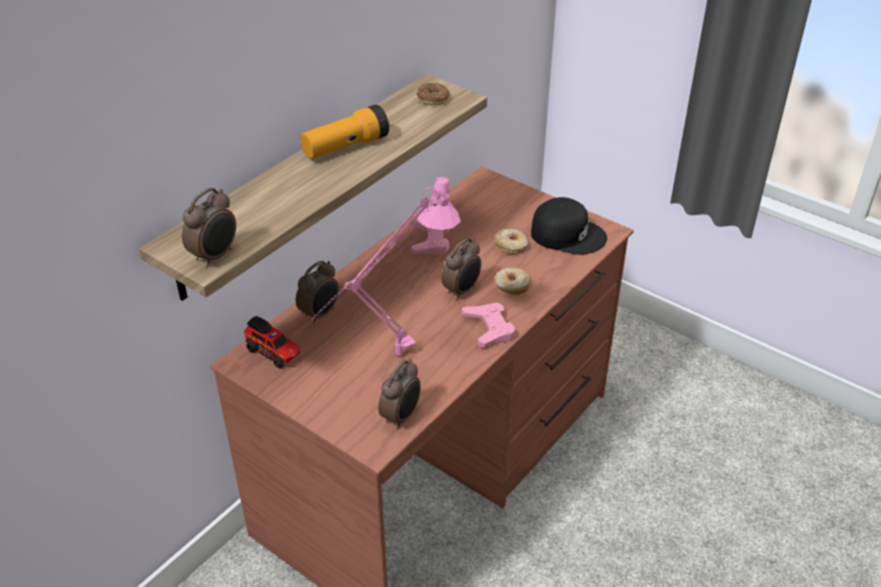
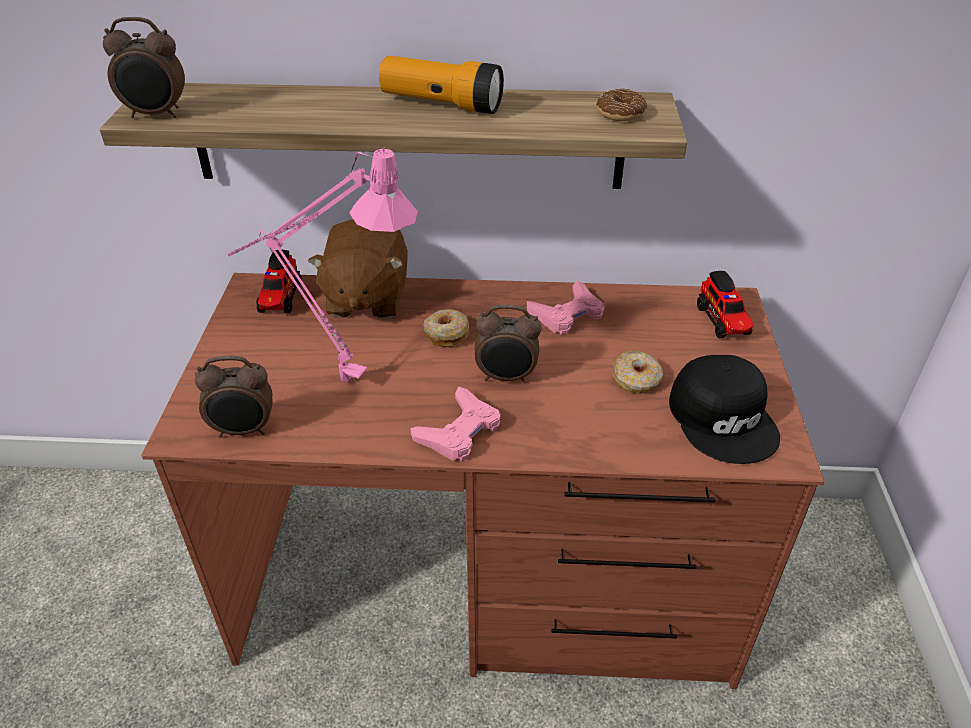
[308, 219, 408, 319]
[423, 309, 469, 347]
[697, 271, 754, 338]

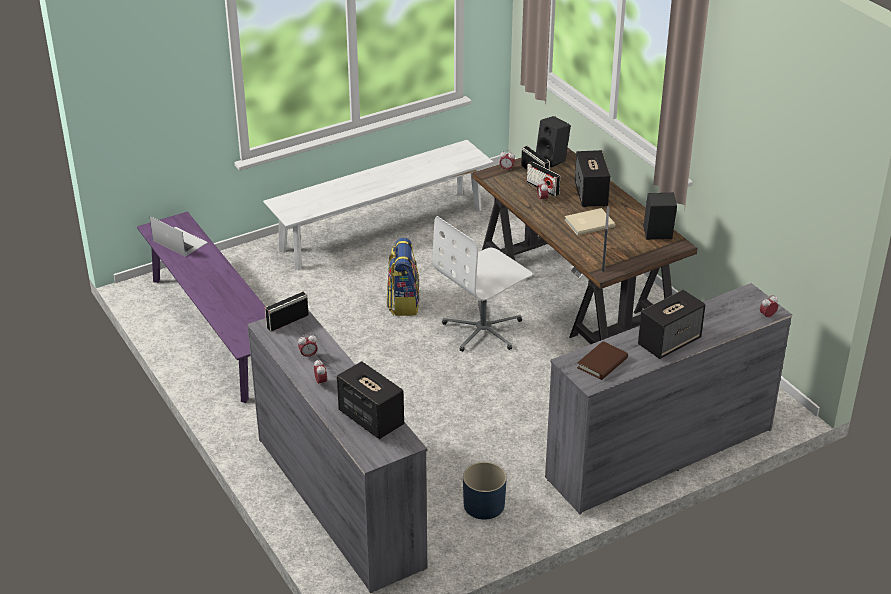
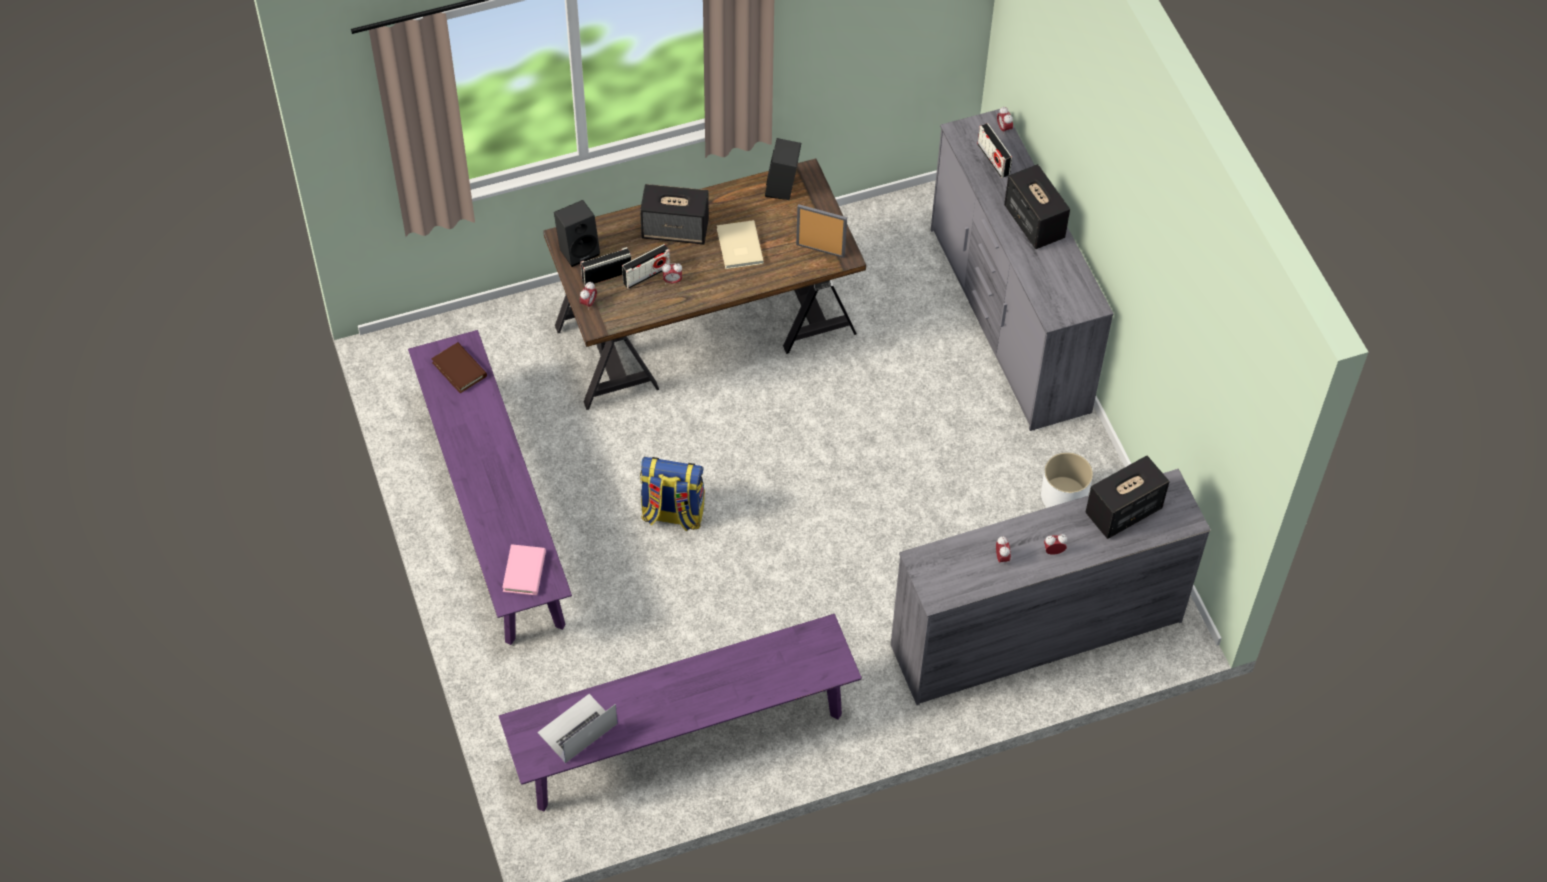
[408, 330, 572, 645]
[977, 123, 1012, 178]
[433, 216, 533, 352] (first image)
[1041, 452, 1093, 508]
[431, 342, 487, 393]
[502, 544, 546, 595]

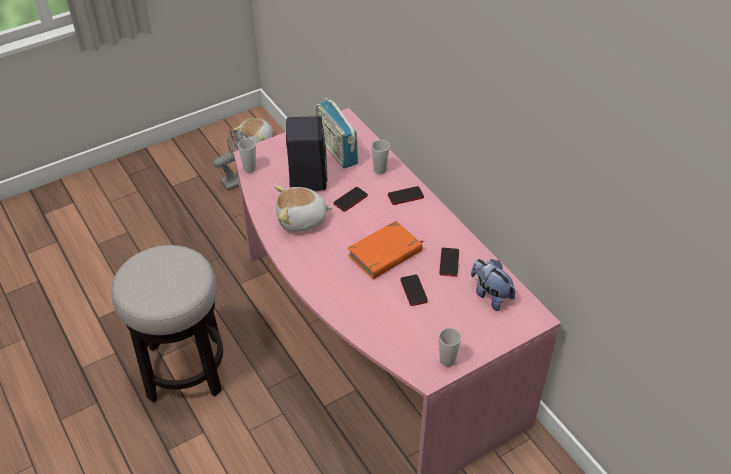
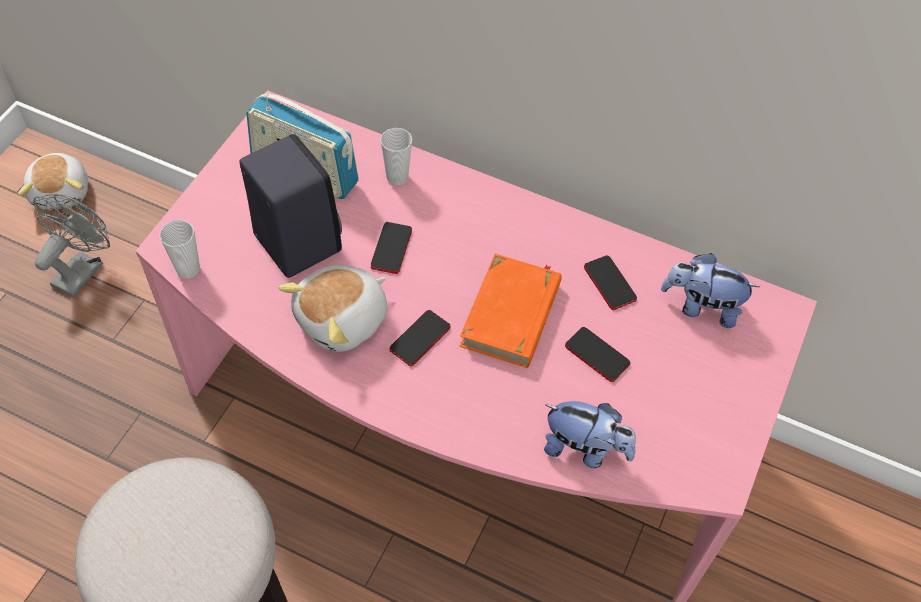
[389, 310, 451, 366]
[439, 328, 461, 367] (first image)
[544, 401, 636, 468]

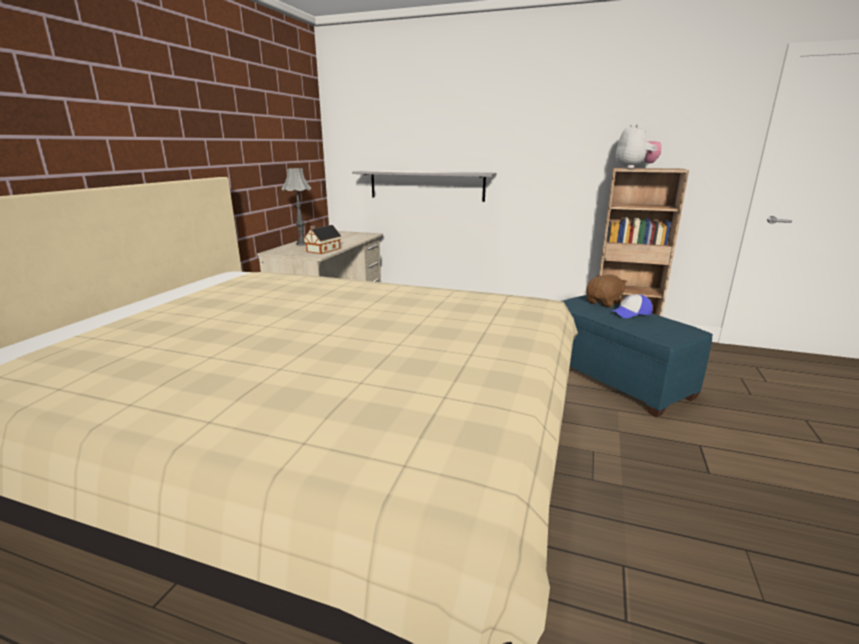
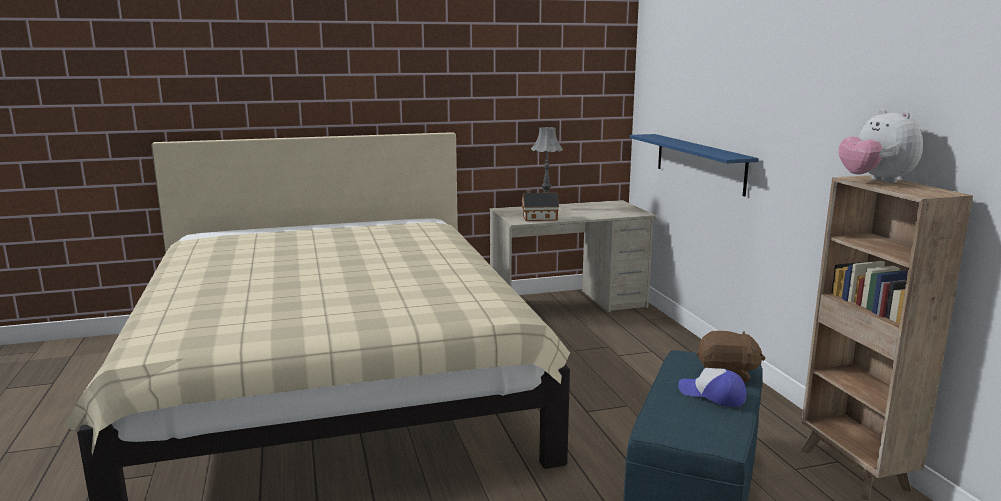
[629, 134, 759, 196]
[838, 109, 923, 183]

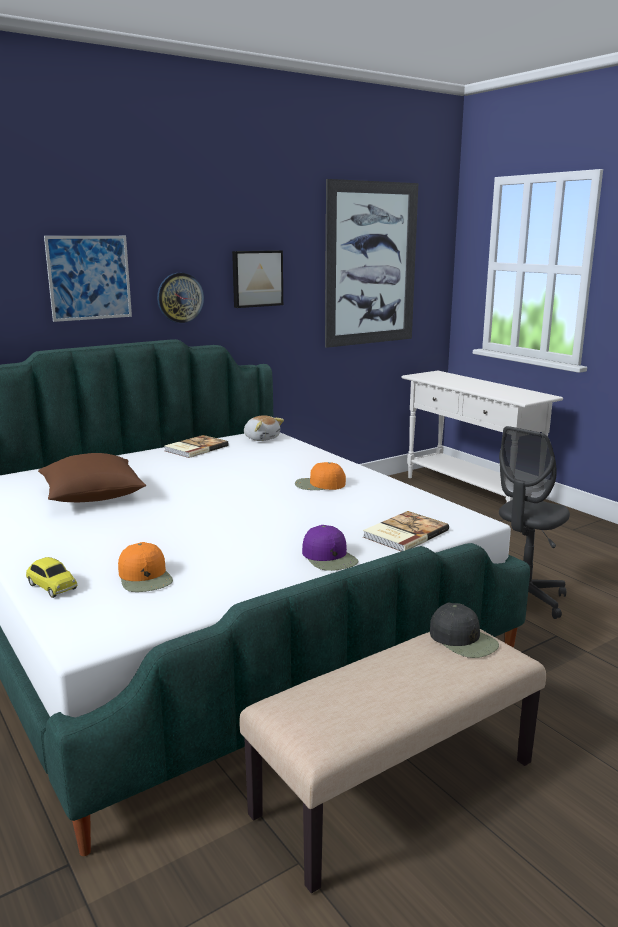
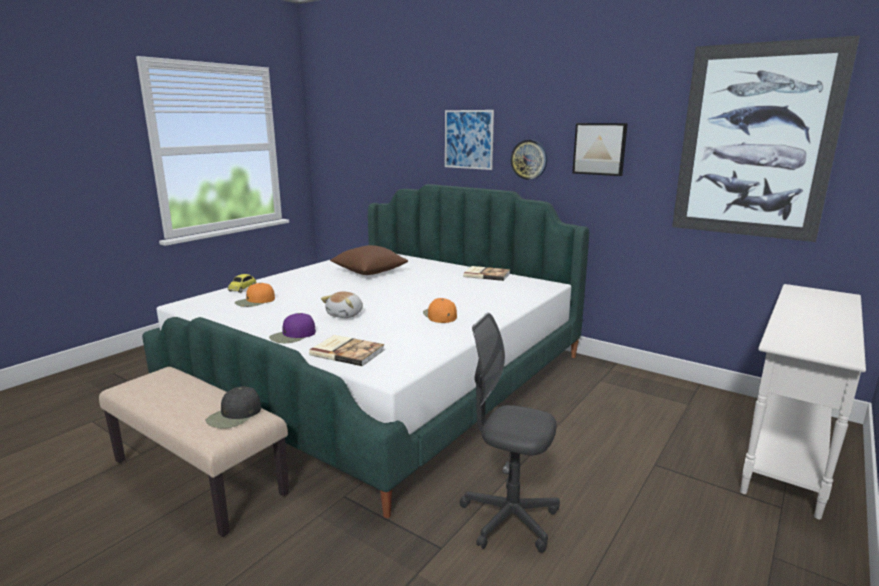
[321, 292, 363, 318]

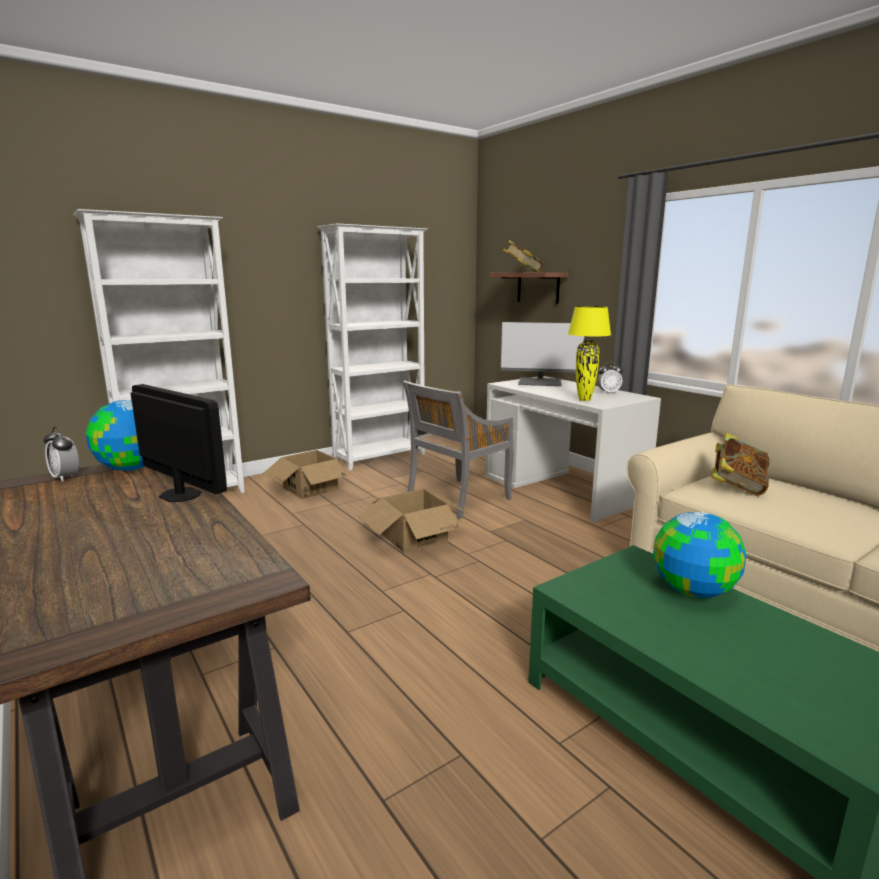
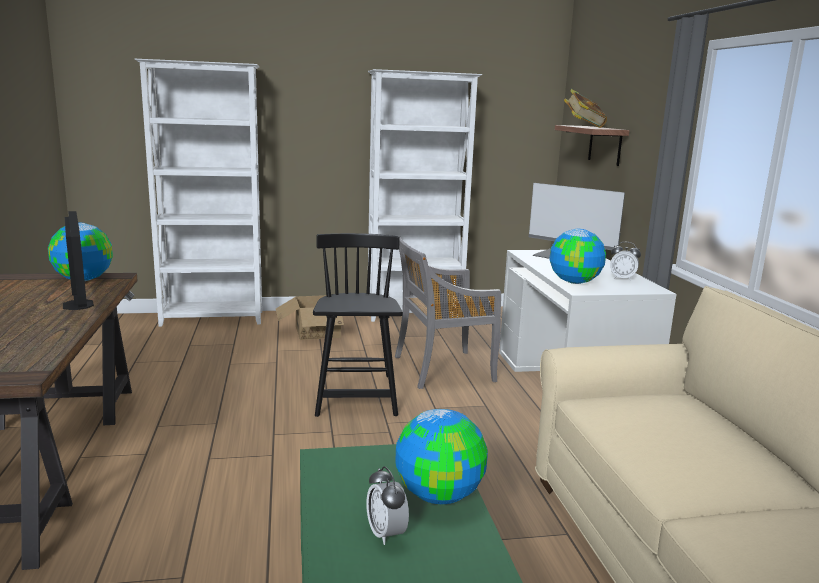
[366, 466, 409, 545]
[313, 233, 403, 417]
[549, 229, 606, 284]
[711, 433, 769, 496] (first image)

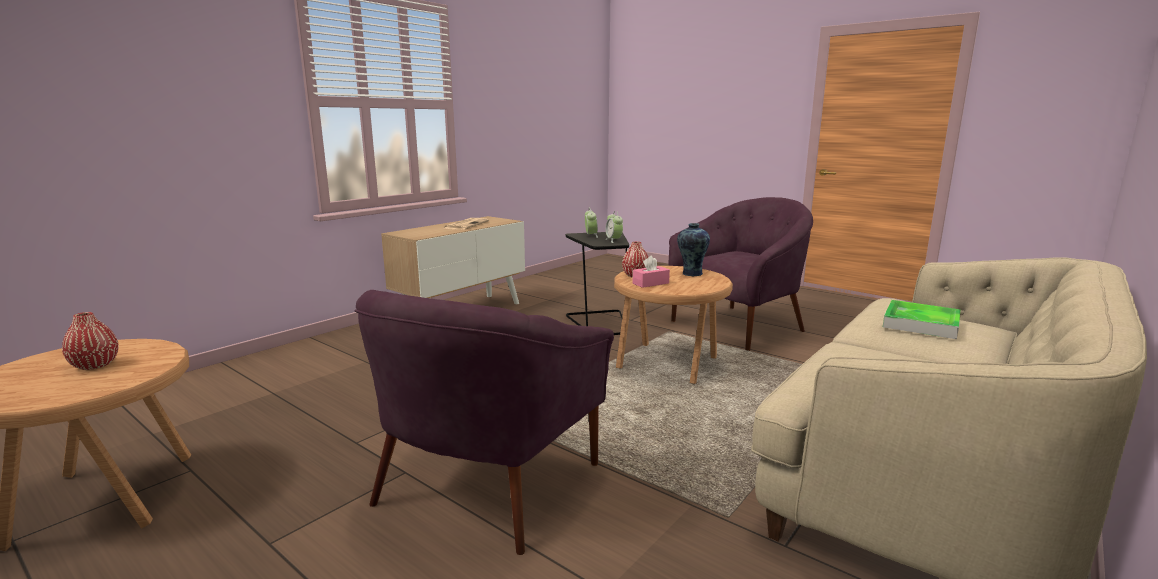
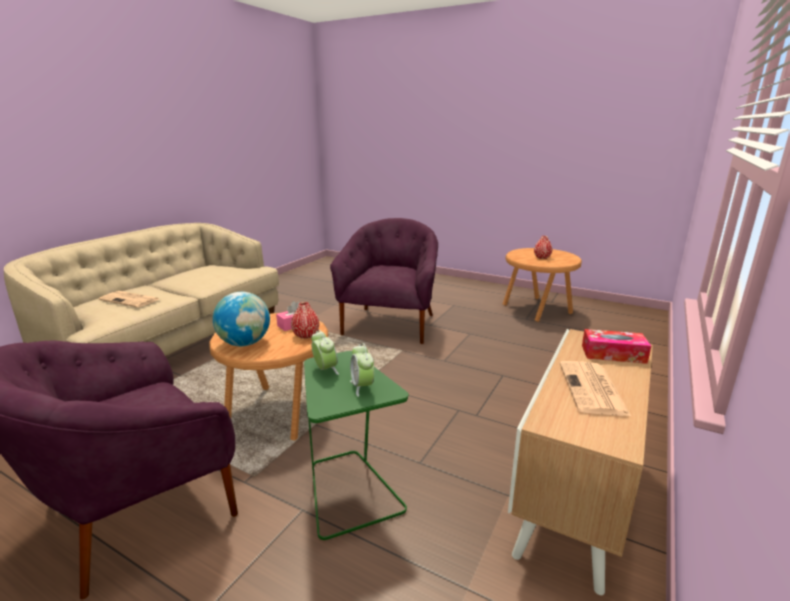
[304, 351, 409, 540]
[213, 292, 270, 346]
[99, 291, 159, 308]
[582, 329, 651, 364]

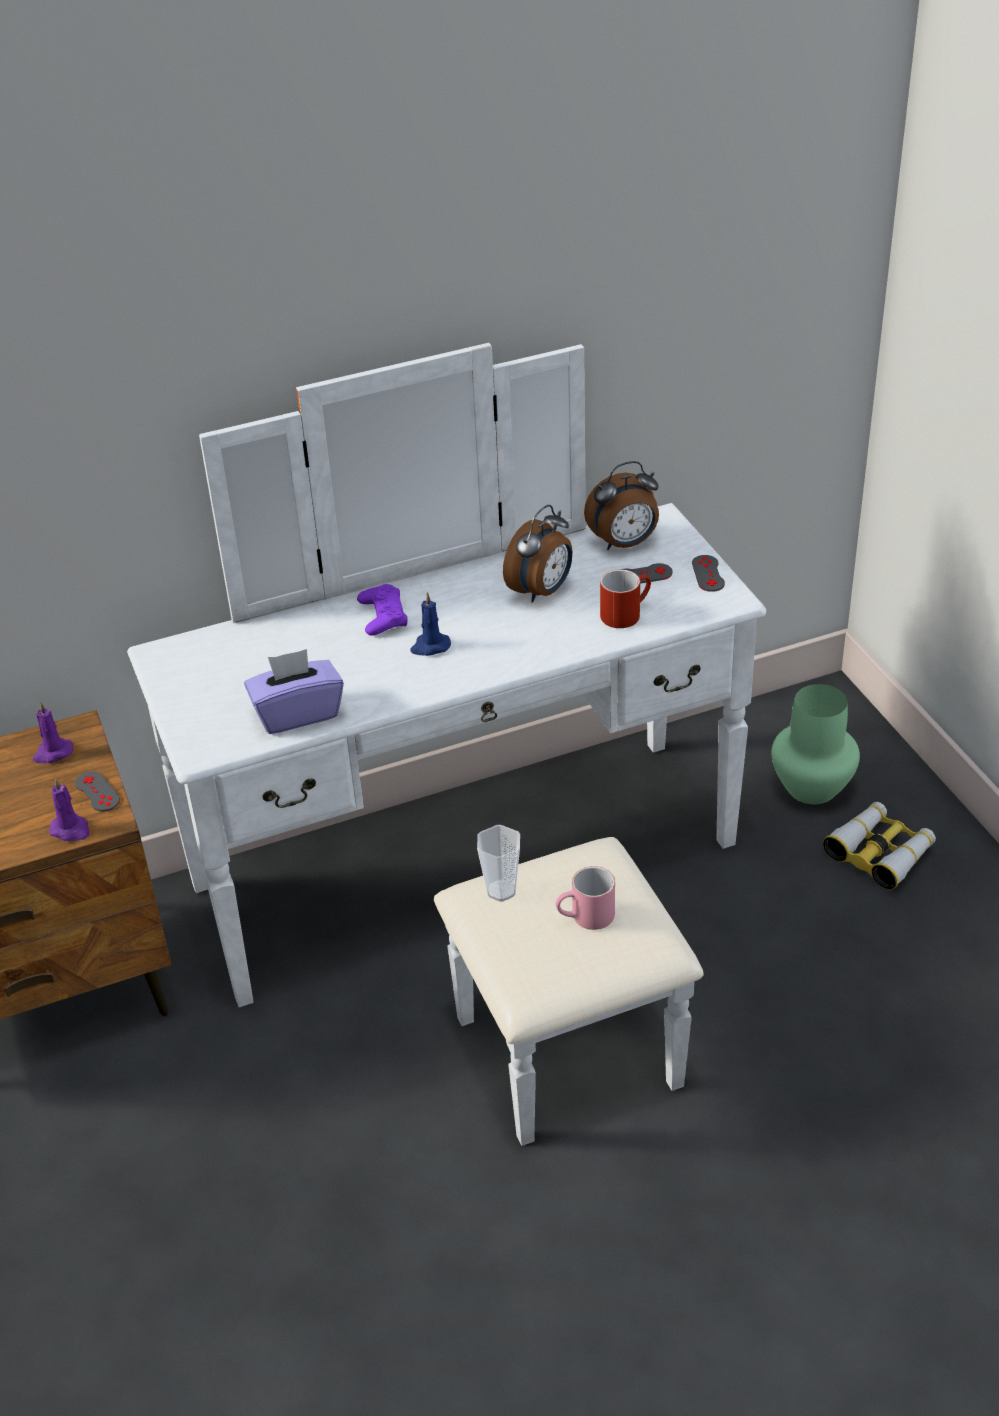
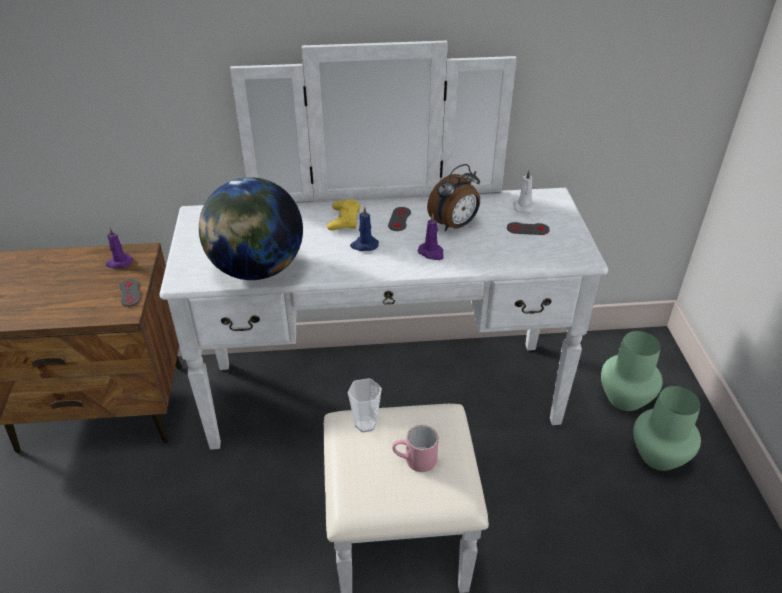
[418, 213, 444, 260]
[199, 177, 303, 280]
[327, 199, 360, 230]
[513, 170, 536, 213]
[600, 569, 651, 628] (first image)
[388, 207, 411, 231]
[633, 386, 701, 471]

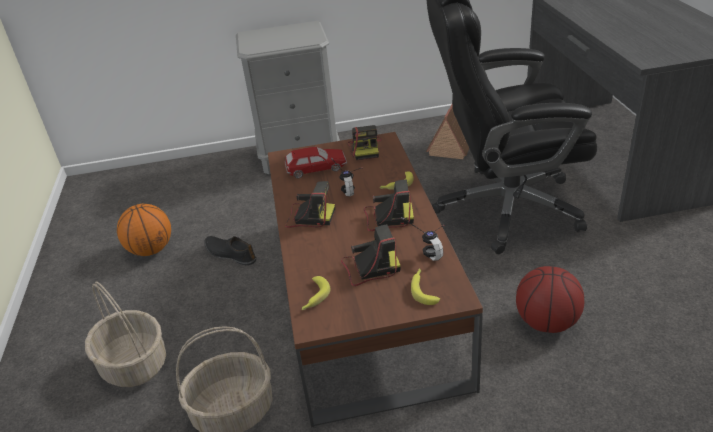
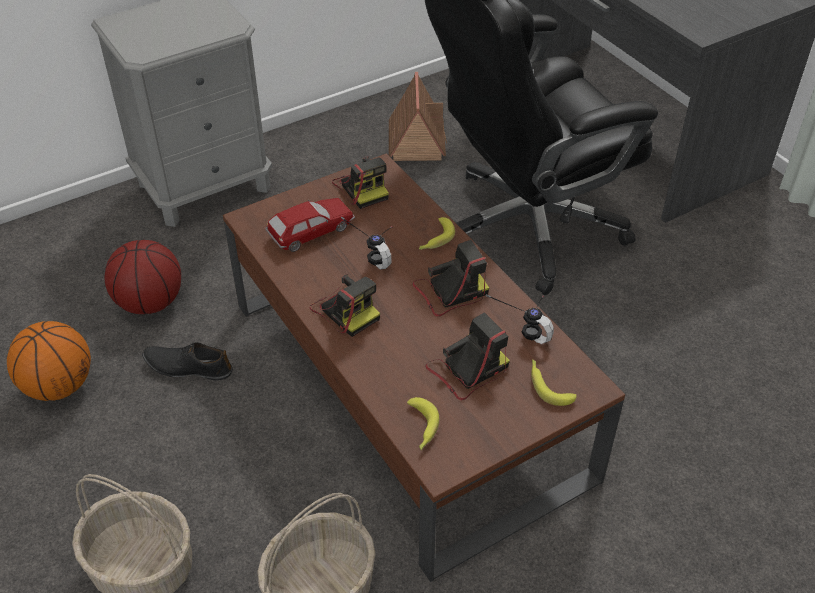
[310, 274, 380, 337]
[105, 240, 181, 314]

